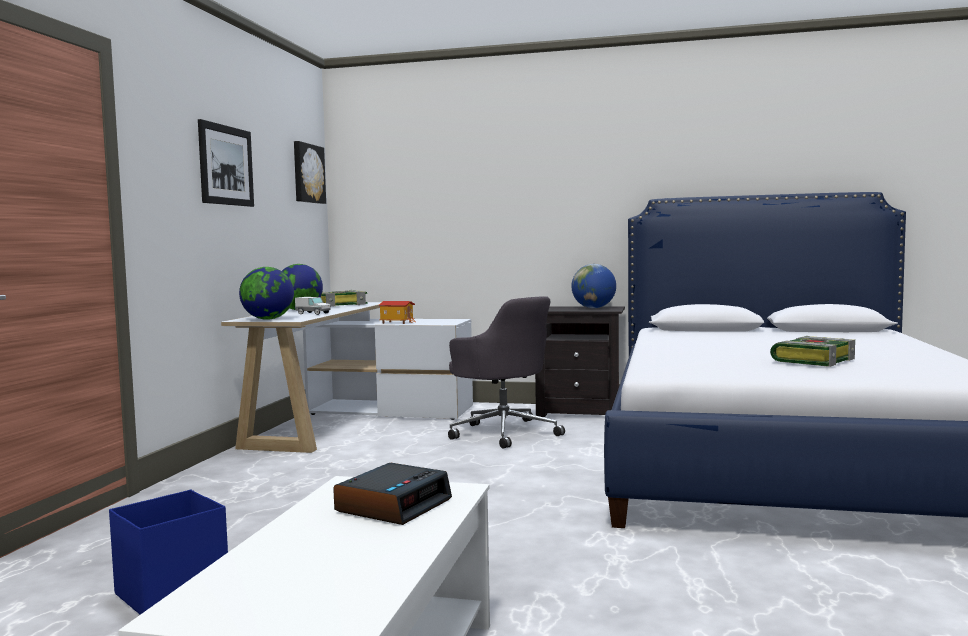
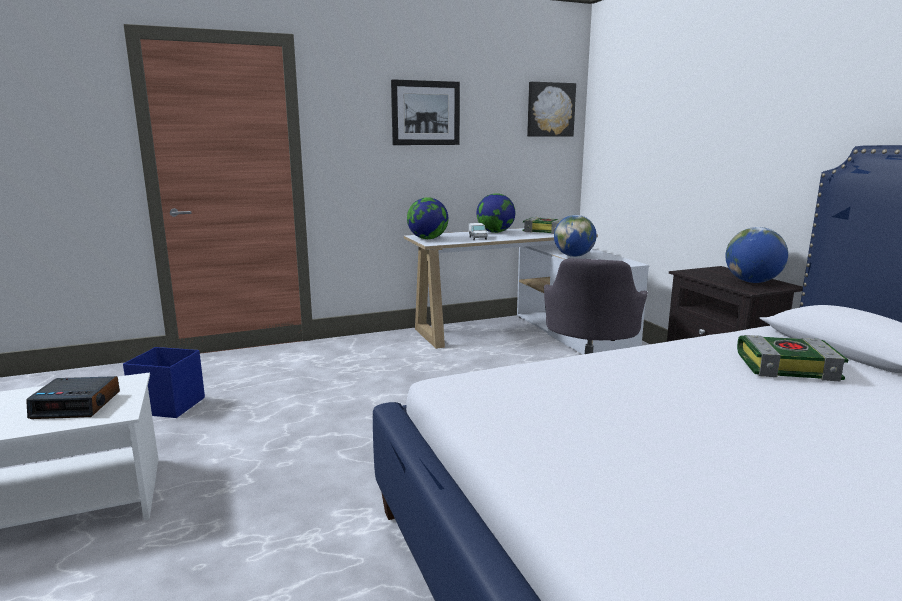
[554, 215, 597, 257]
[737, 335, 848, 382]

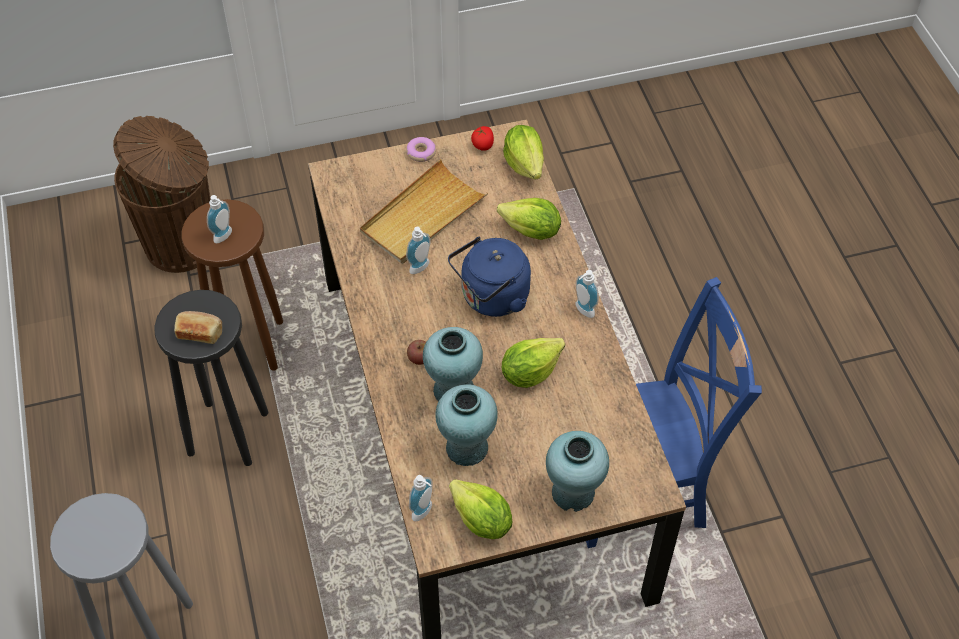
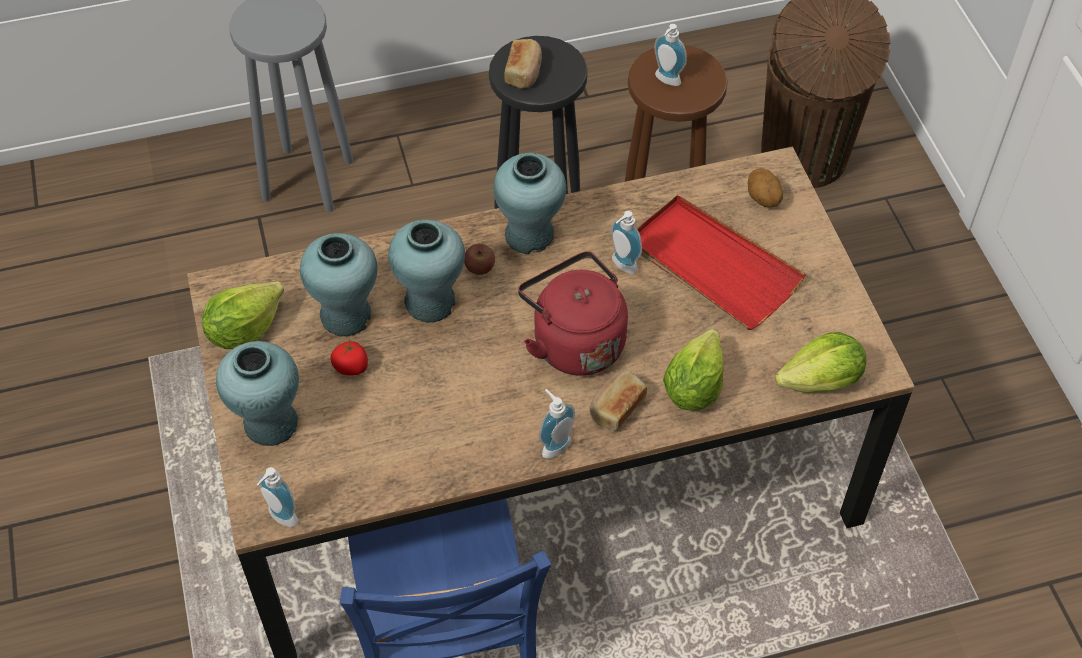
[637, 195, 806, 330]
[406, 137, 436, 162] (first image)
[257, 467, 298, 527]
[518, 251, 628, 376]
[330, 340, 368, 376]
[502, 338, 565, 388] (first image)
[493, 153, 567, 254]
[589, 370, 647, 431]
[748, 169, 783, 208]

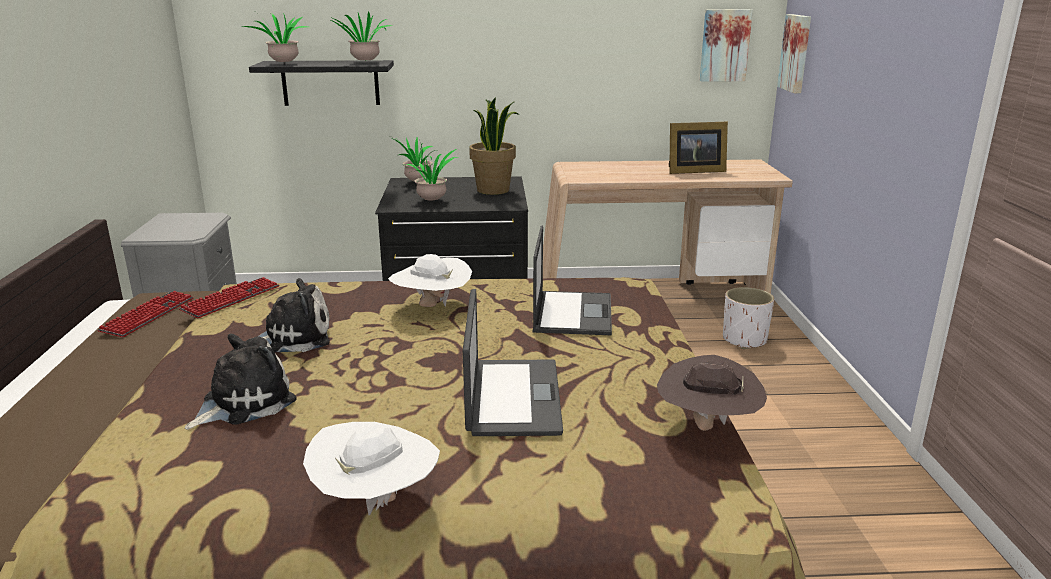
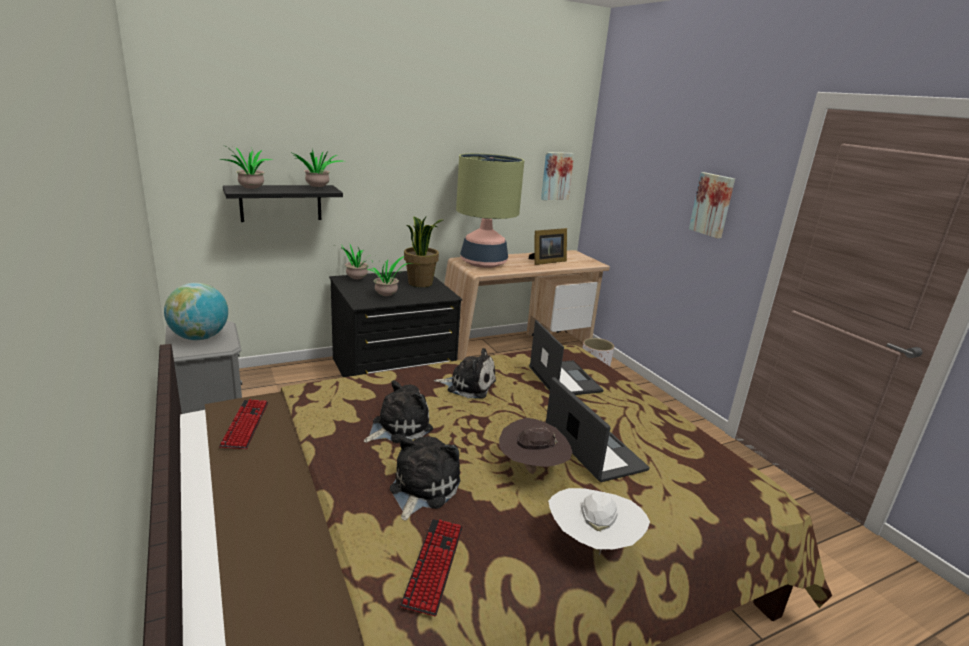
[400, 519, 463, 616]
[434, 348, 496, 398]
[499, 418, 572, 474]
[689, 172, 735, 238]
[164, 283, 228, 340]
[456, 153, 524, 268]

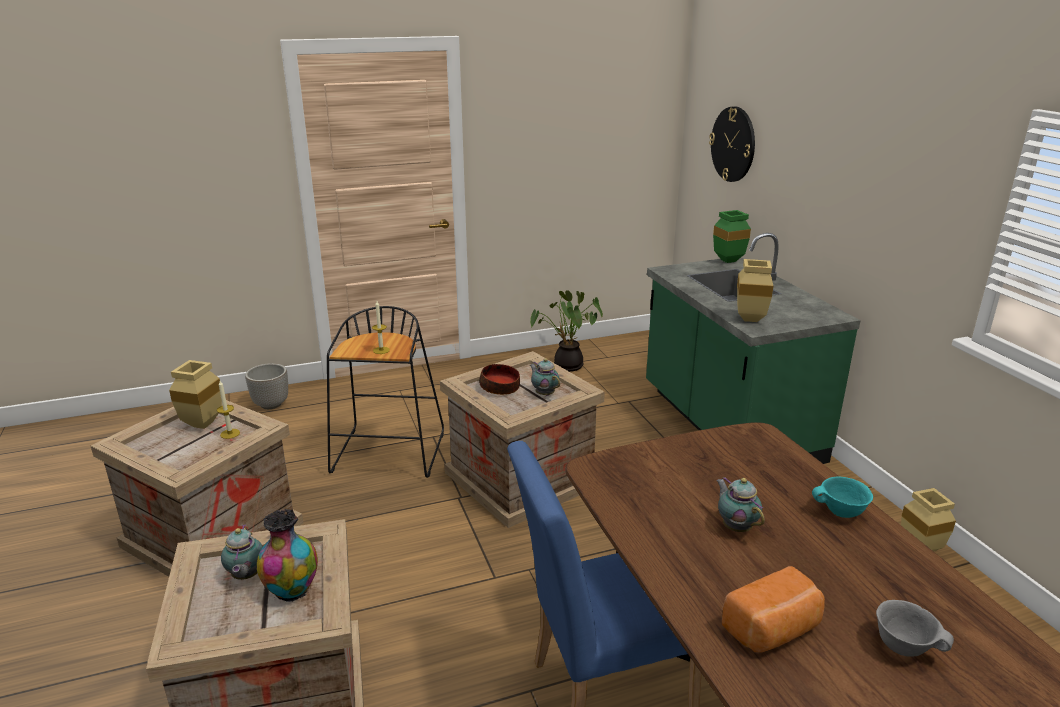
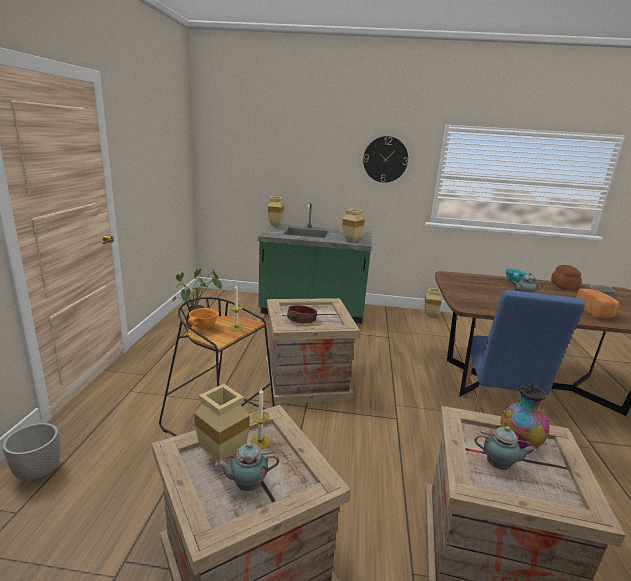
[215, 443, 279, 491]
[363, 136, 408, 183]
[268, 196, 284, 227]
[188, 308, 218, 329]
[551, 265, 582, 290]

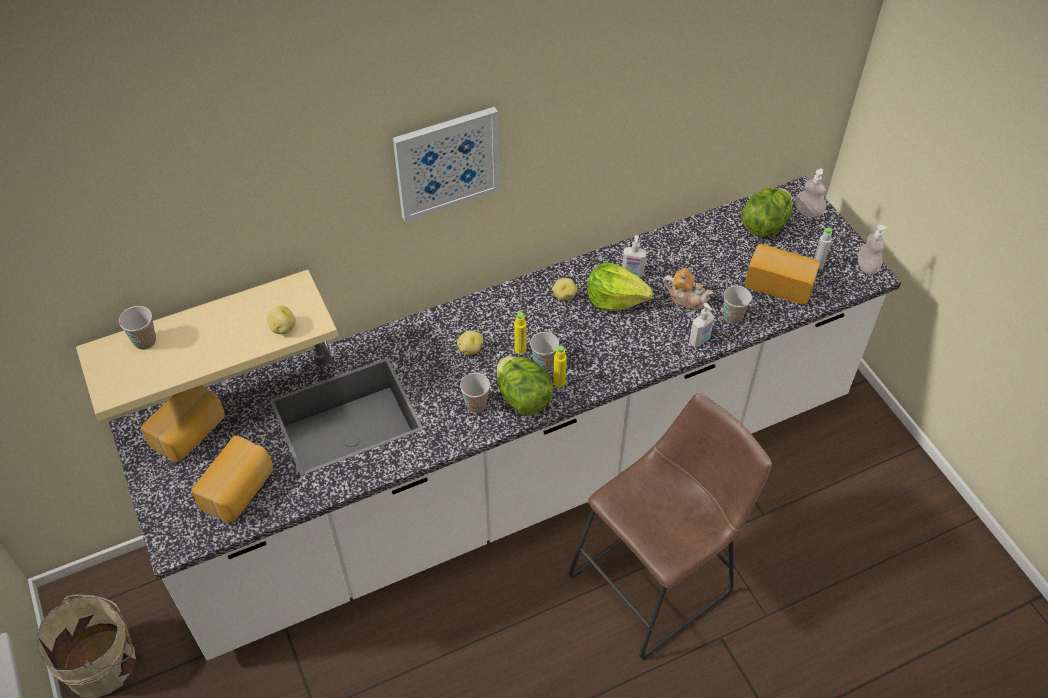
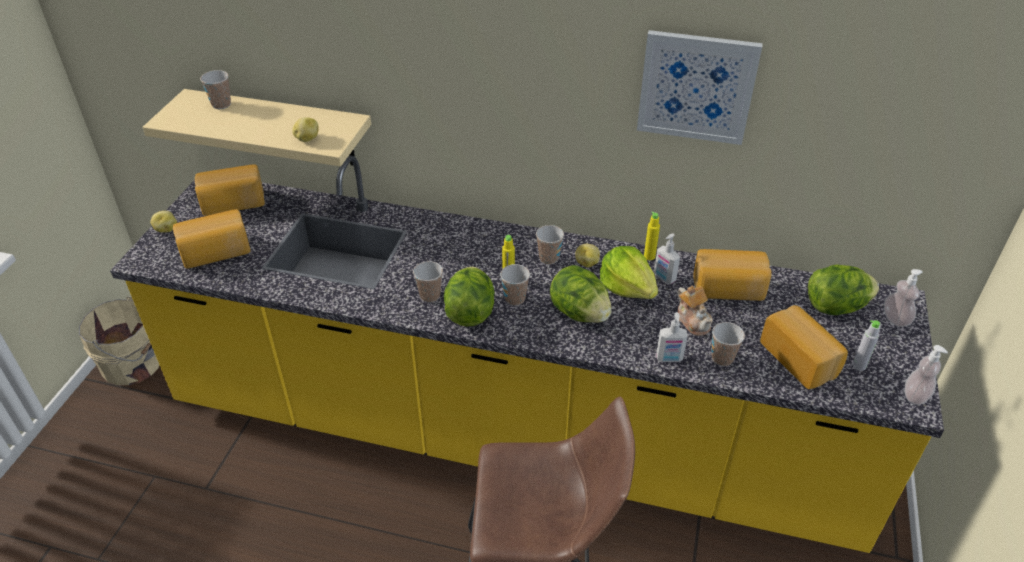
[110, 156, 944, 553]
[637, 30, 763, 145]
[150, 211, 177, 233]
[644, 211, 660, 260]
[536, 225, 564, 265]
[550, 265, 612, 323]
[693, 249, 772, 301]

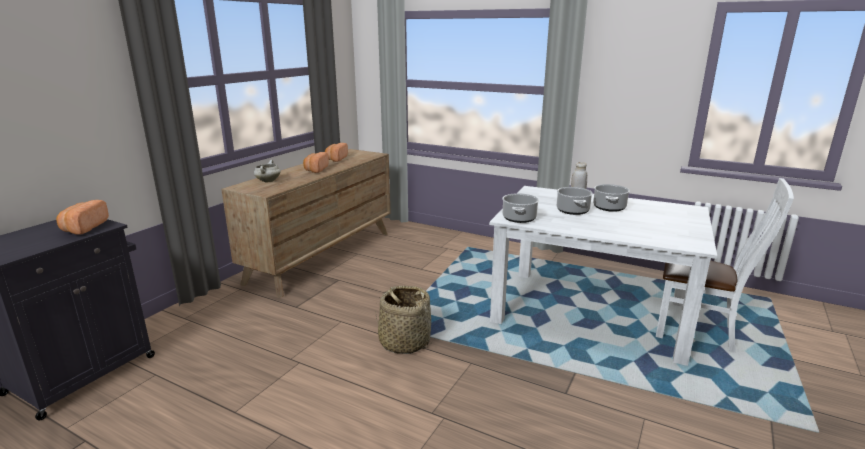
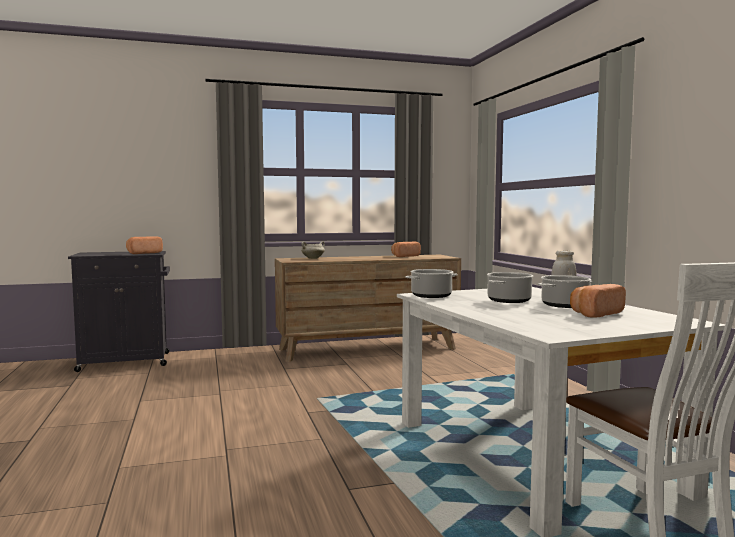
[570, 284, 626, 318]
[376, 286, 432, 354] (first image)

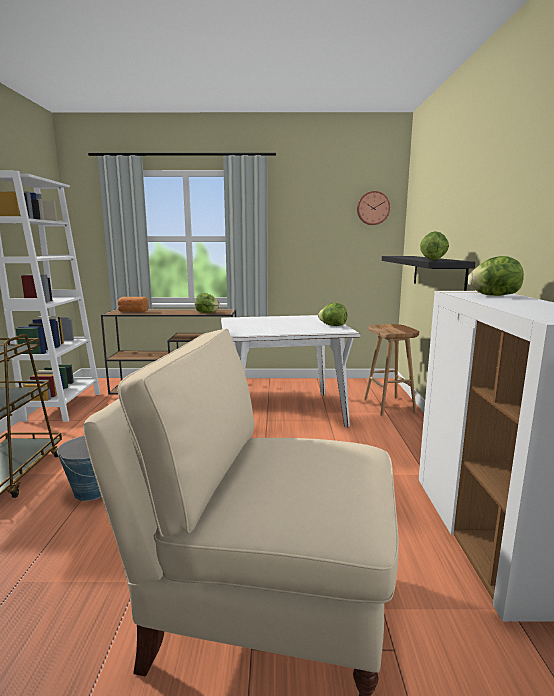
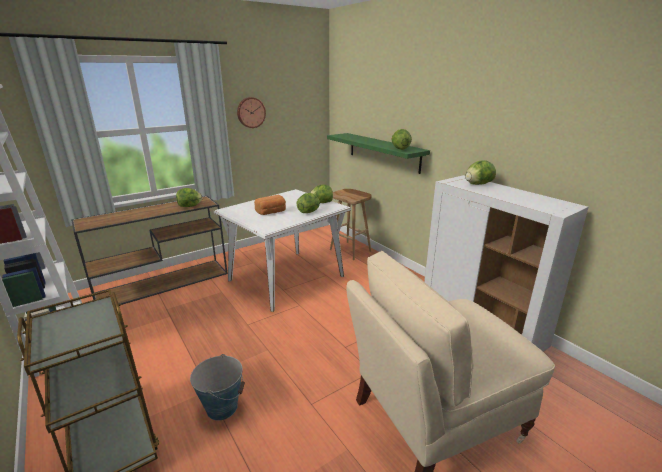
[254, 195, 286, 215]
[237, 97, 266, 128]
[327, 133, 430, 174]
[297, 193, 320, 213]

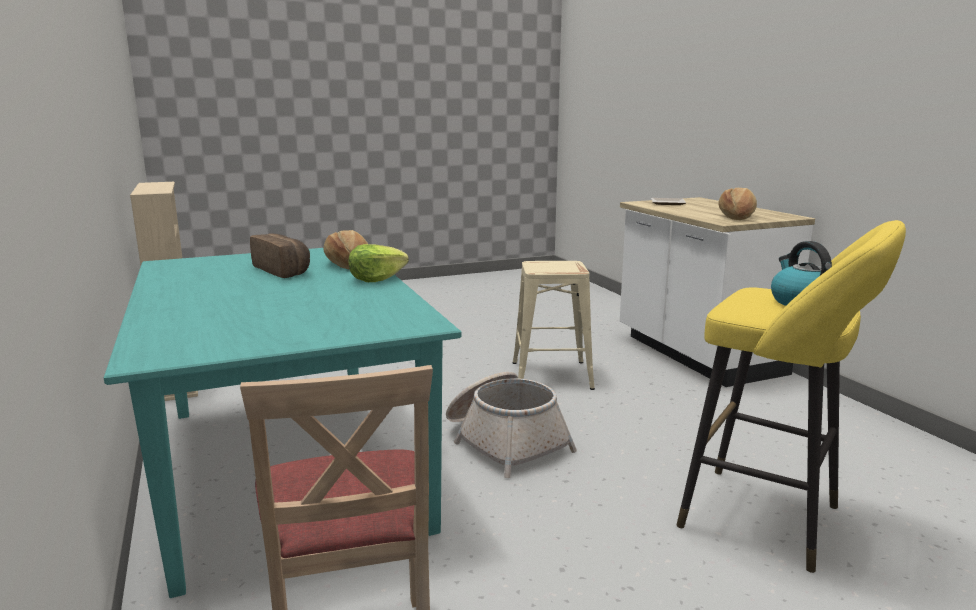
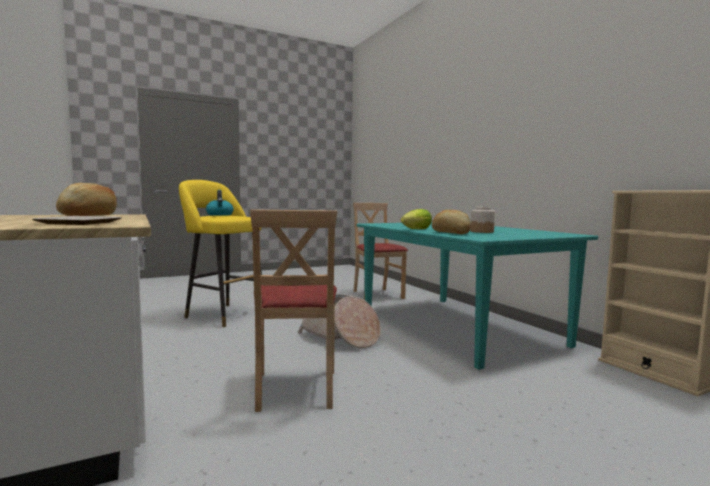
[470, 207, 495, 233]
[250, 209, 337, 412]

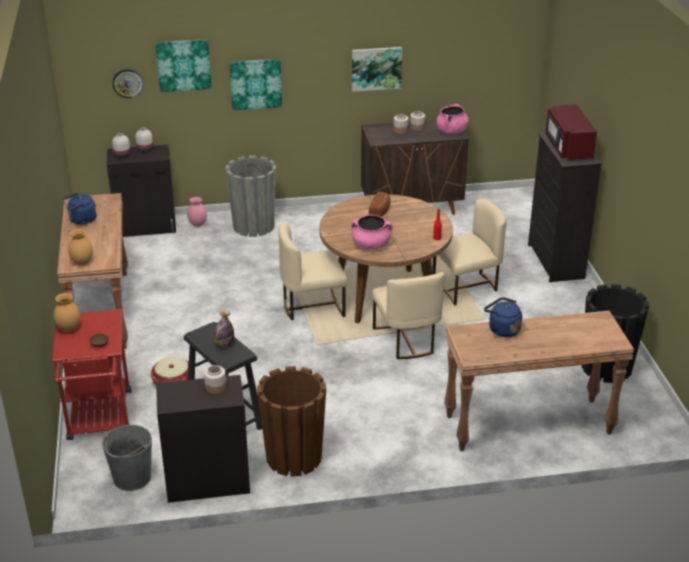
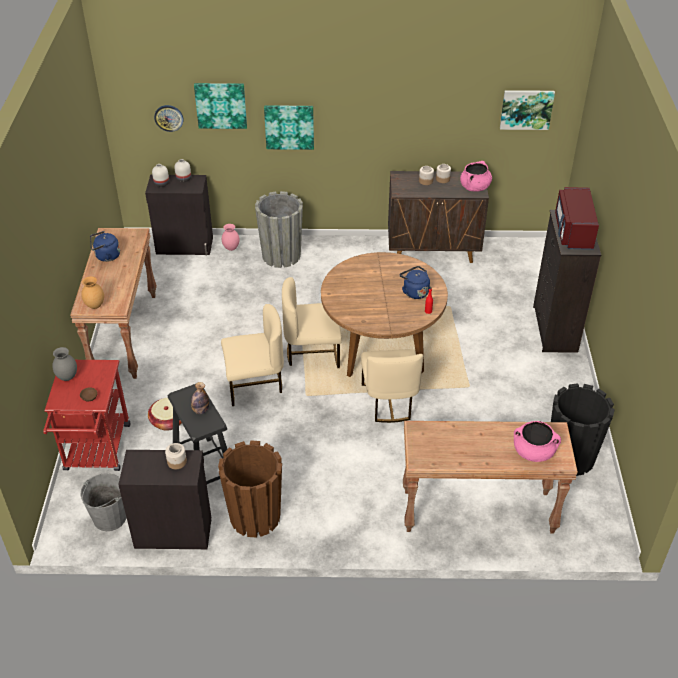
[52, 347, 77, 381]
[514, 421, 561, 462]
[500, 90, 555, 130]
[369, 191, 390, 217] (first image)
[221, 304, 284, 406]
[400, 266, 430, 299]

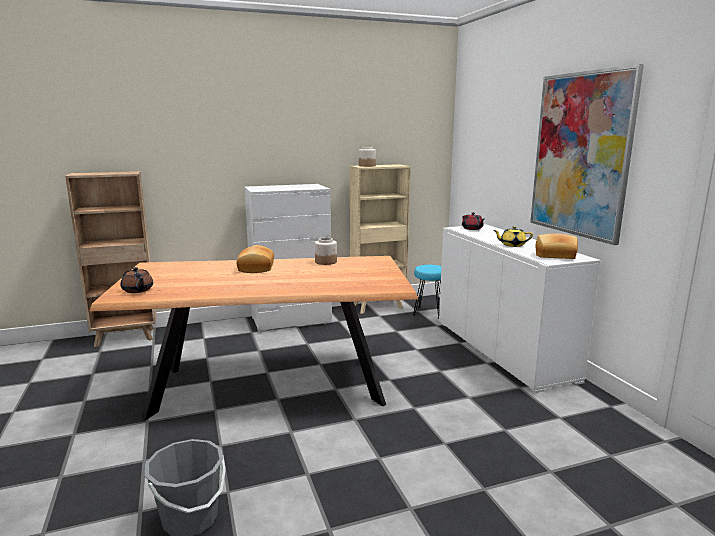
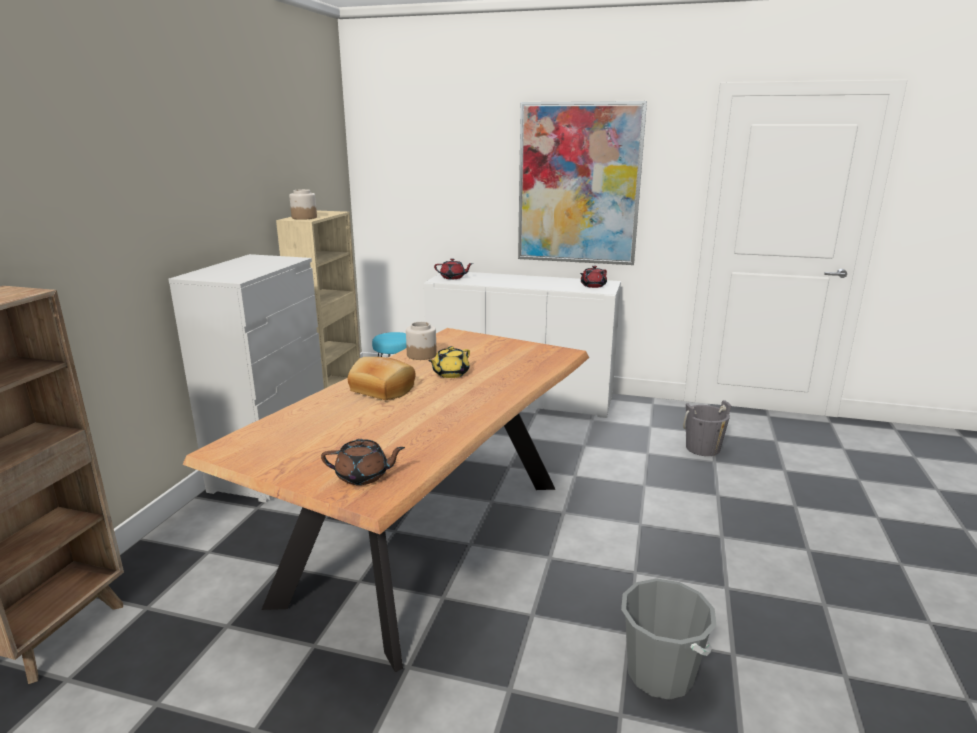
[428, 346, 470, 378]
[580, 266, 607, 288]
[683, 400, 731, 456]

